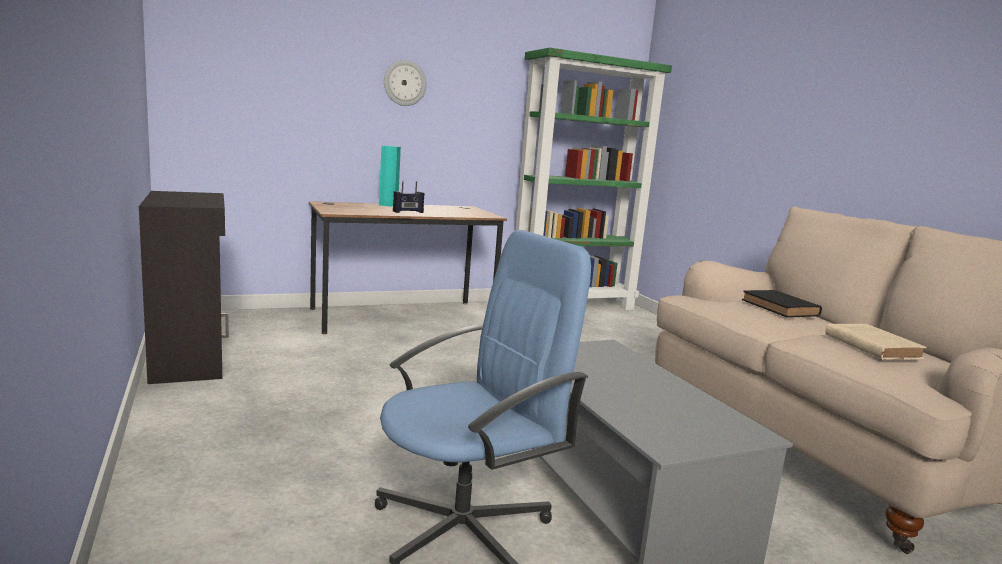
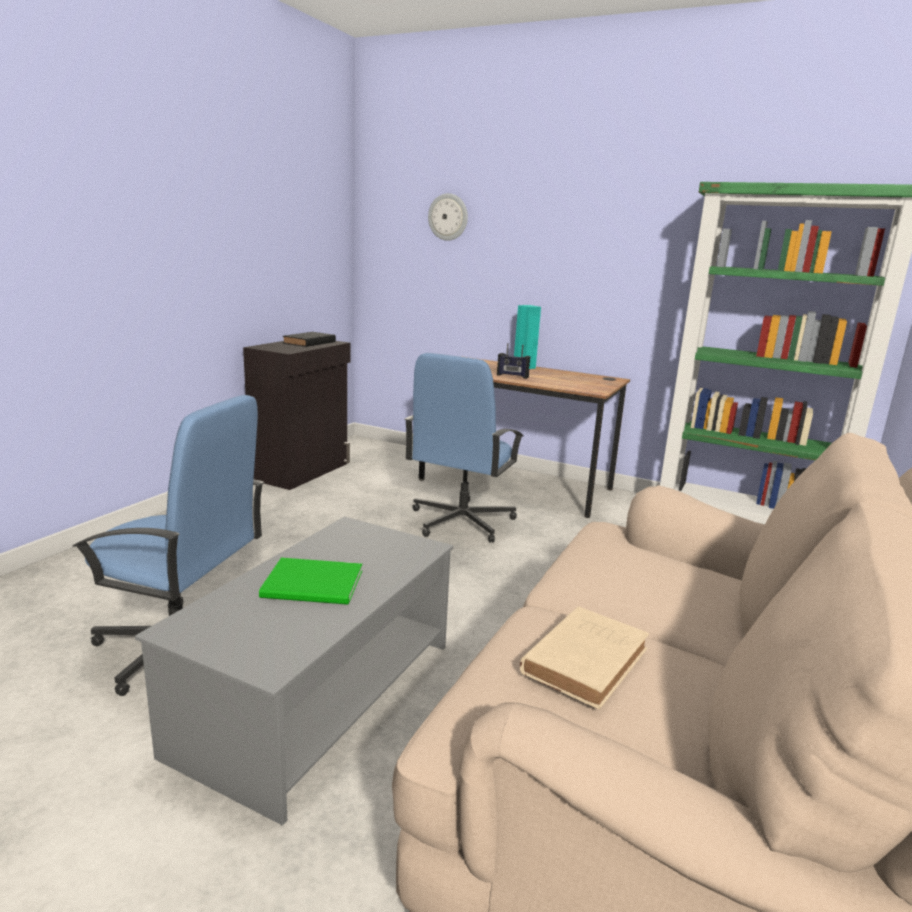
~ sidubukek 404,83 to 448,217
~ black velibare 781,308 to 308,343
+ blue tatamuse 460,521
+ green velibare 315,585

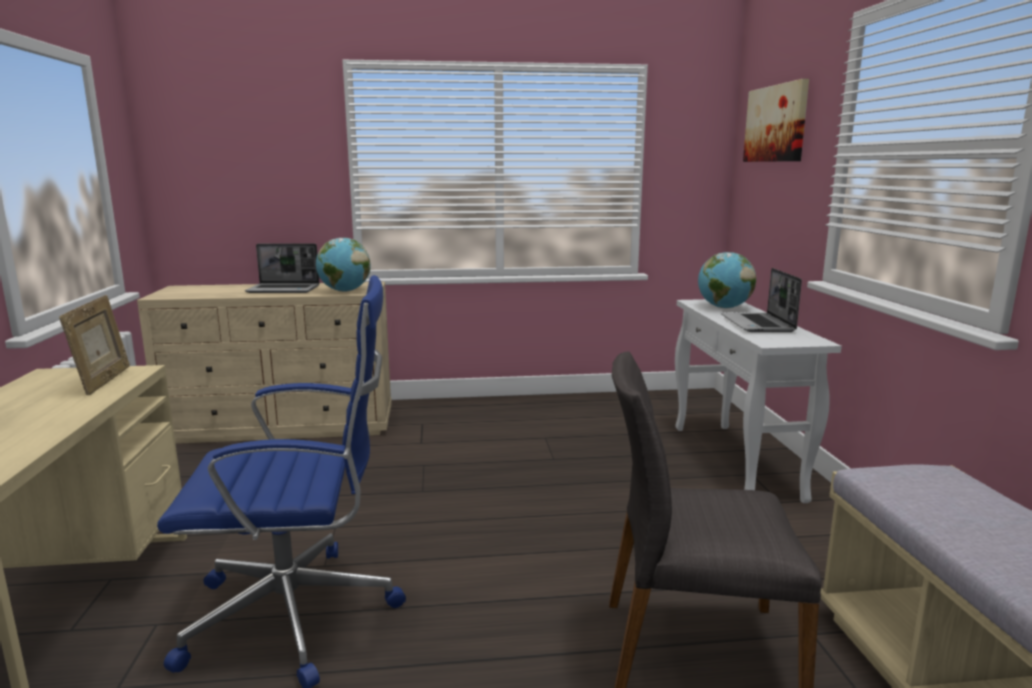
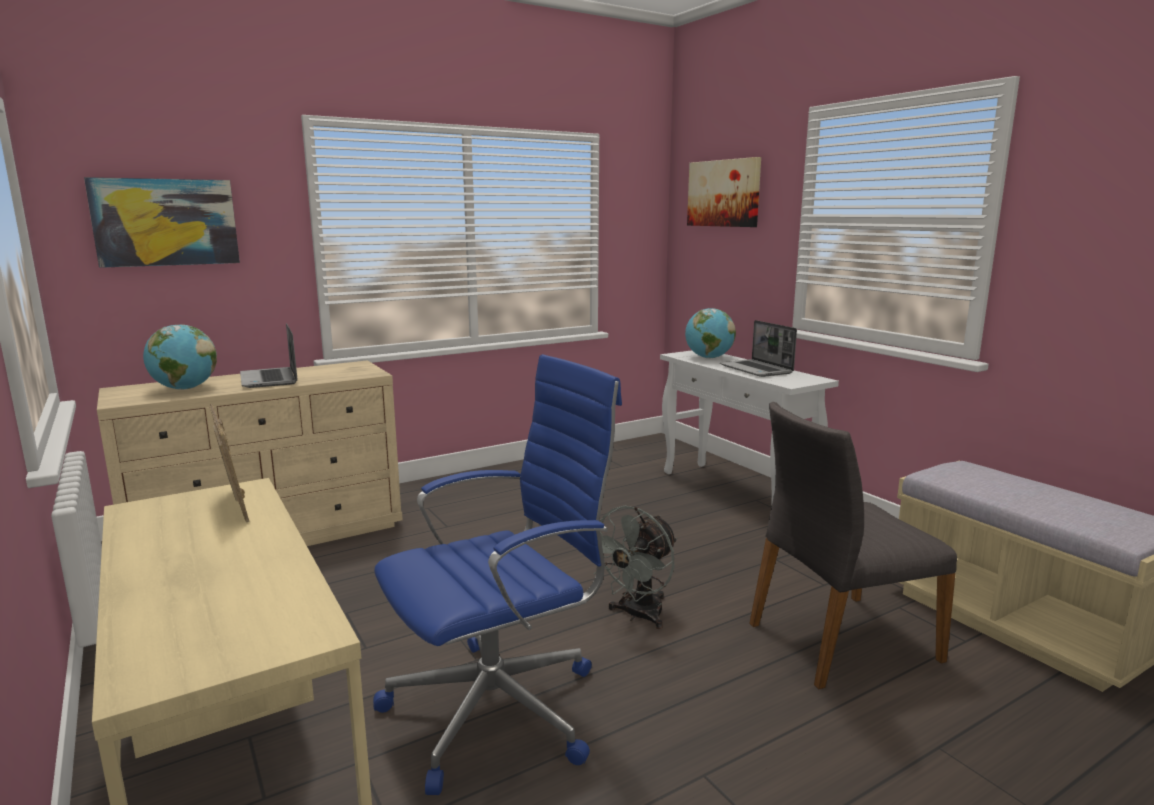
~ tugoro 344,291 to 184,389
~ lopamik 284,289 = 270,379 90 degrees clockwise
+ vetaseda 166,222
+ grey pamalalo 637,616

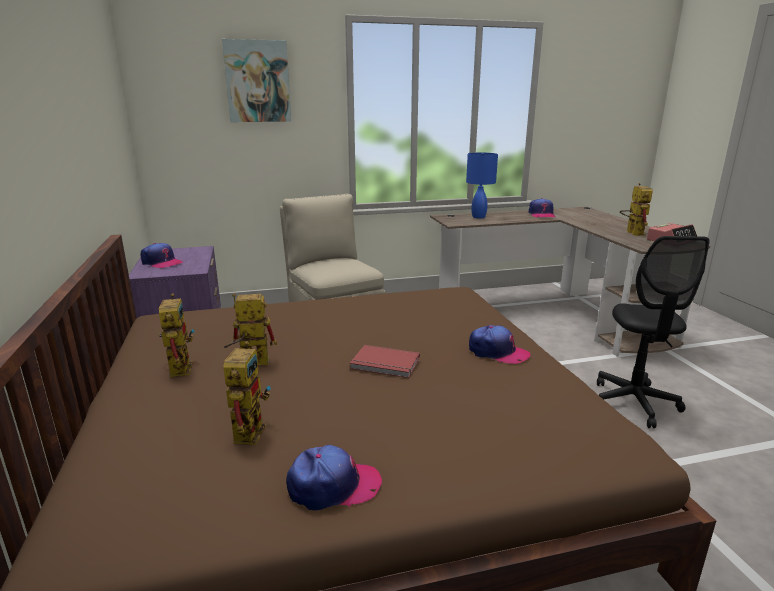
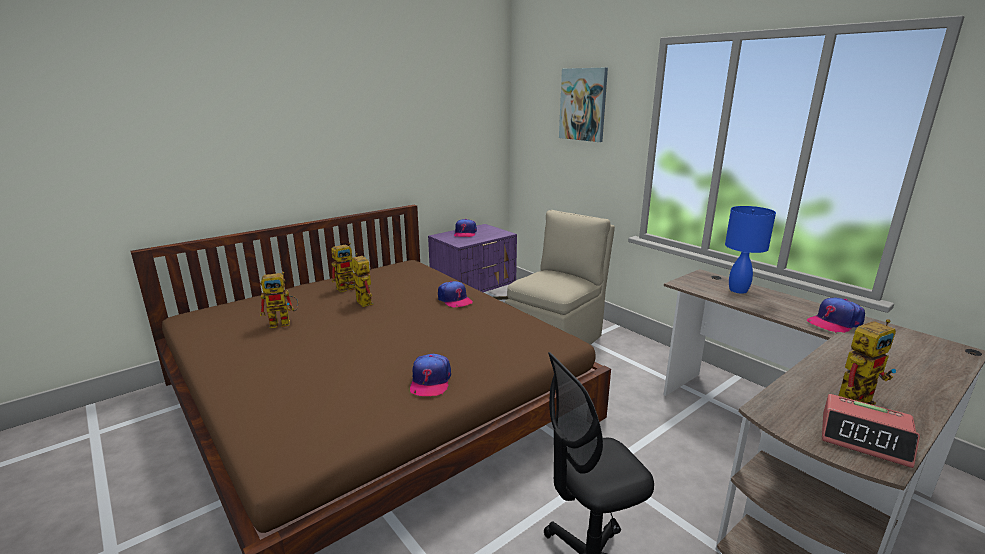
- red velibare 385,364
~ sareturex 333,486 to 454,300

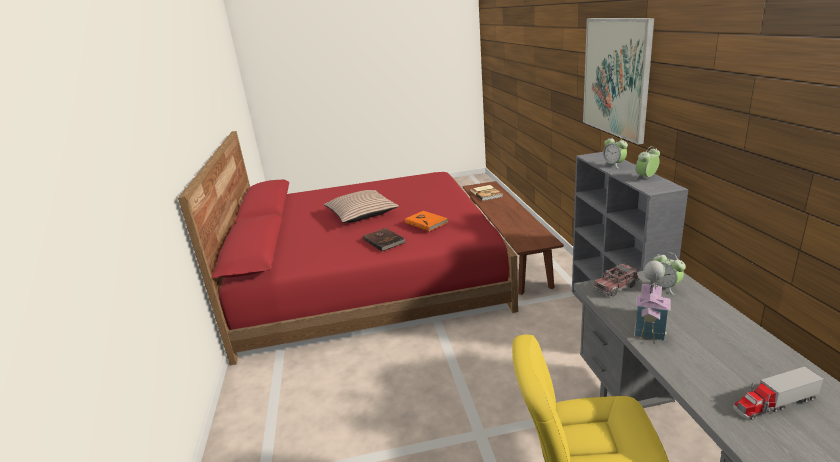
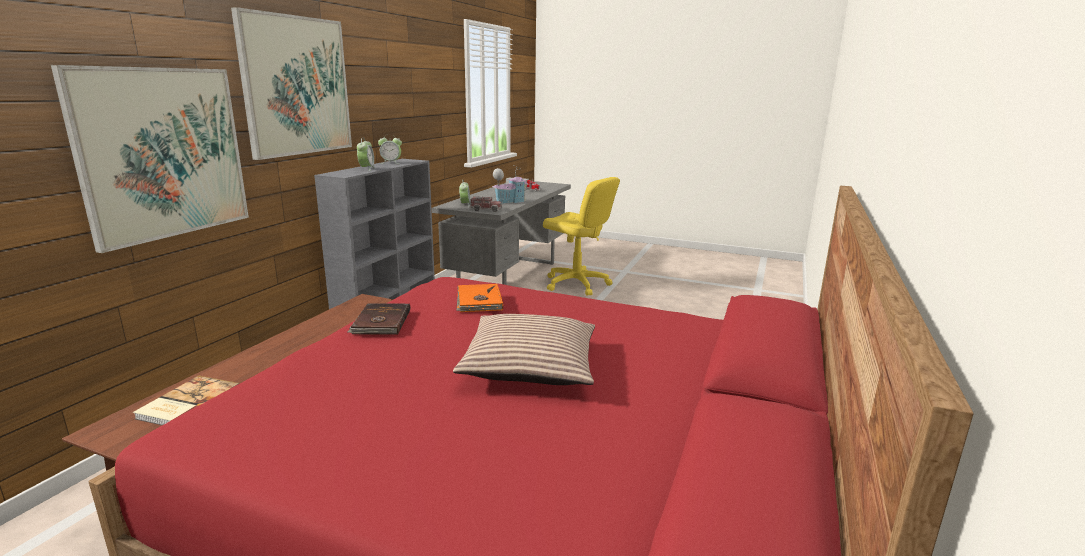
~ brown velibare 384,241 to 380,322
+ vetaseda 163,153

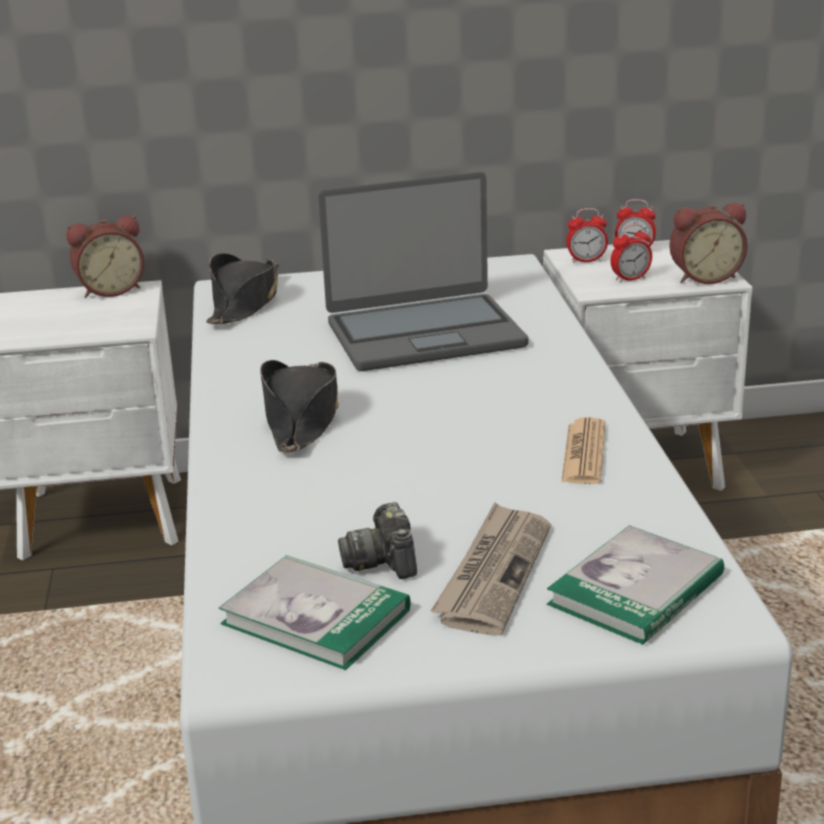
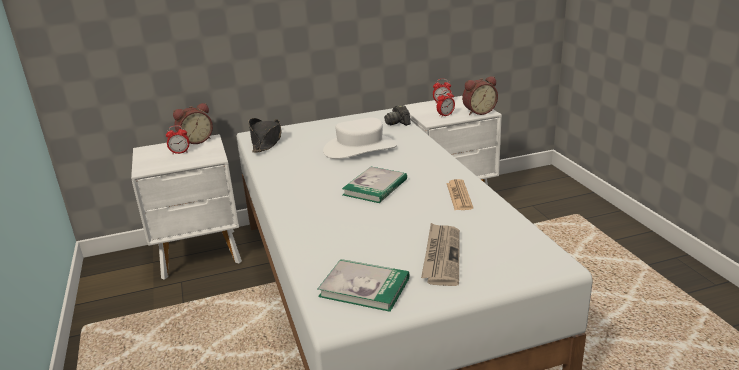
~ lopamik 424,334 to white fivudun 360,148
~ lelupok 586,261 to 180,152
- black fivudun 301,418
~ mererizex 383,561 to 398,122
~ velibare 636,590 to 375,187

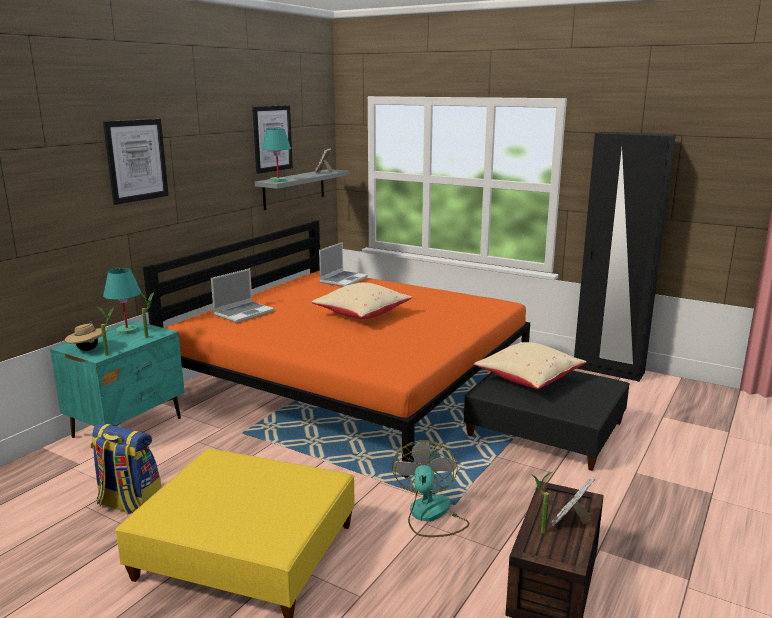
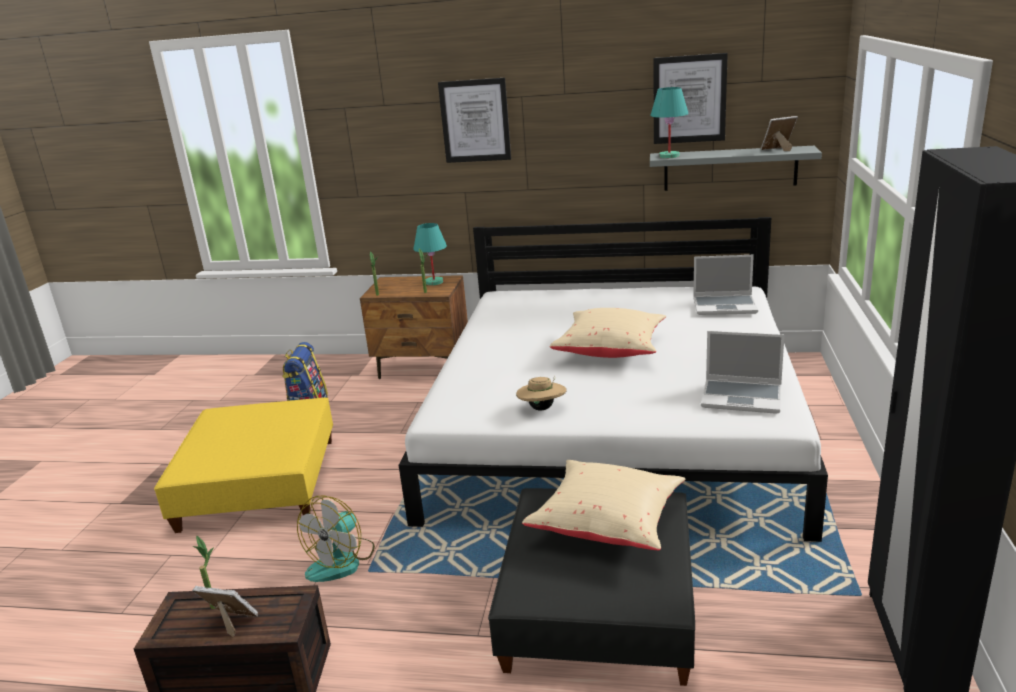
~ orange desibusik 352,379 to white desibusik 615,426
~ lopamik 244,313 to 742,397
~ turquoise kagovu 129,427 to brown kagovu 423,367
~ beige fivudun 88,349 to 542,408
~ pamalalo 430,516 = 342,561 135 degrees clockwise

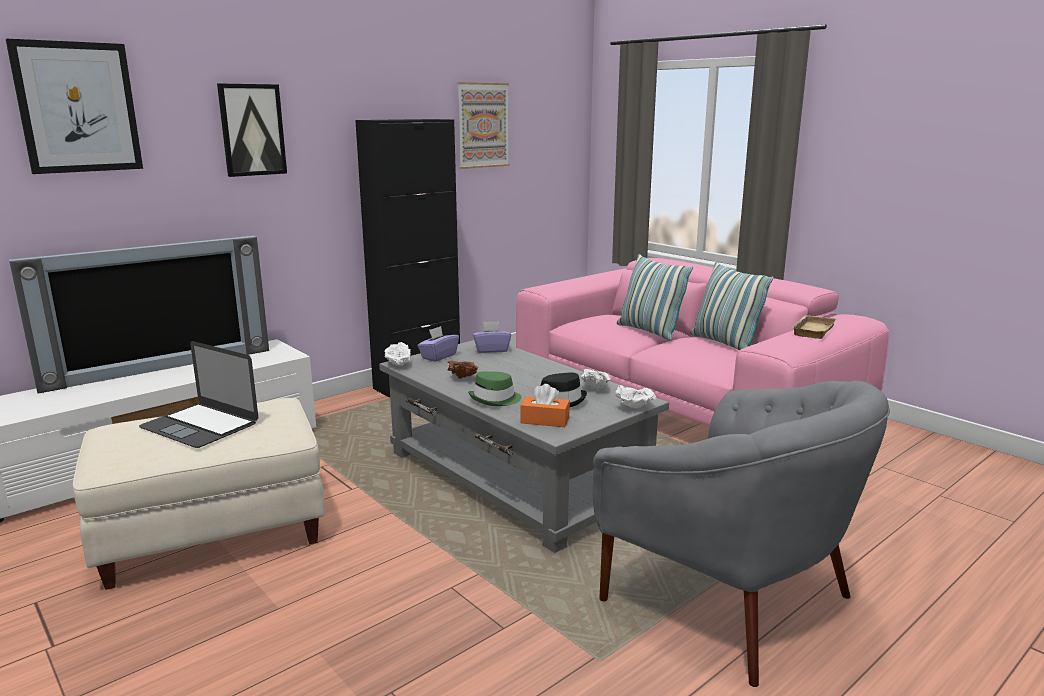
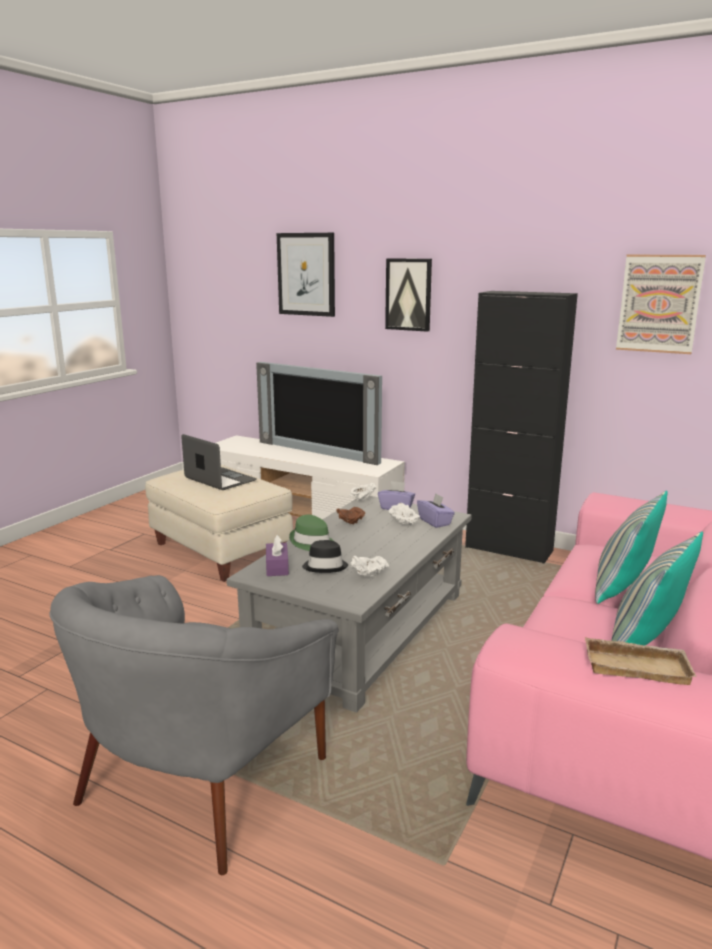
~ lopamik 200,425 = 220,479 120 degrees clockwise
~ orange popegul 545,420 to purple popegul 277,567
~ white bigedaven 634,408 to 403,524

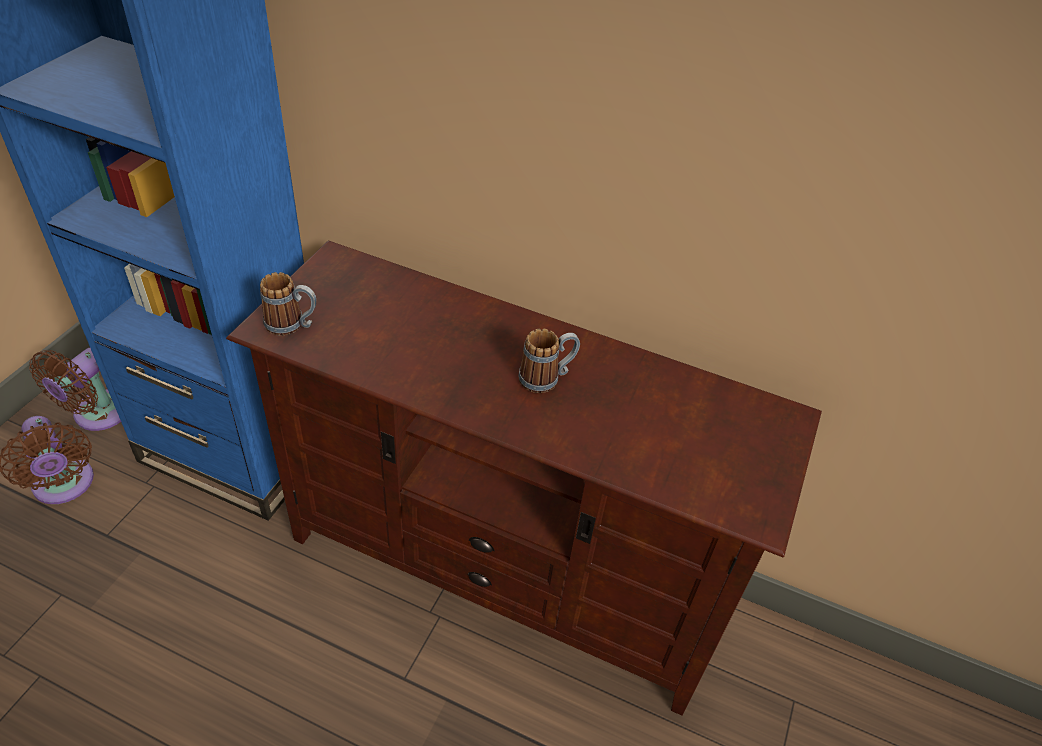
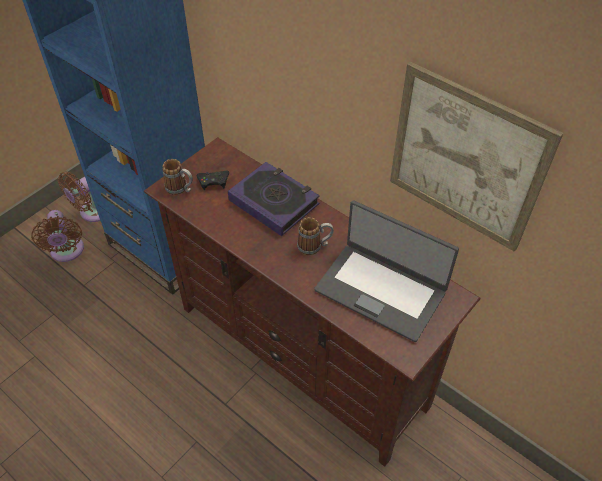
+ vetaseda 466,159
+ velibare 274,202
+ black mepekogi 213,181
+ lopamik 381,290

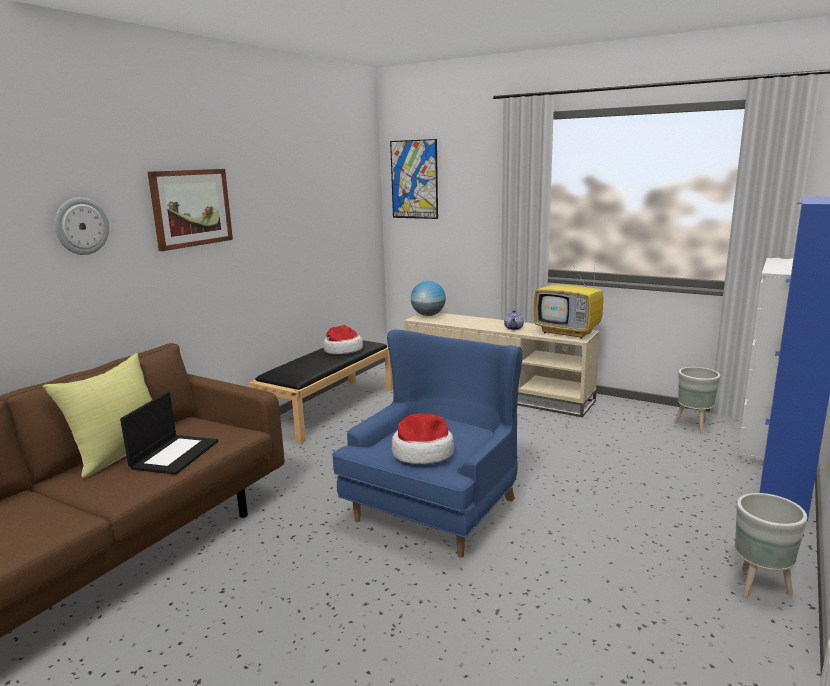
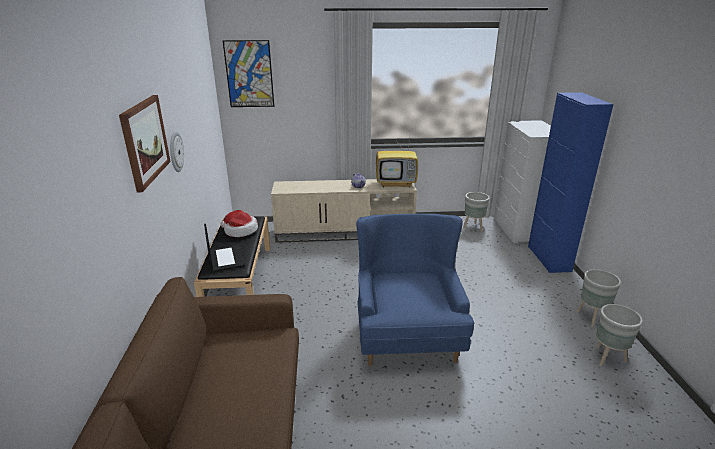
~ sidubukek 81,226 to 175,151
- tugoro 428,315
- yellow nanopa 121,452
~ lopamik 174,454 to 225,258
- fivudun 422,453
+ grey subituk 608,358

